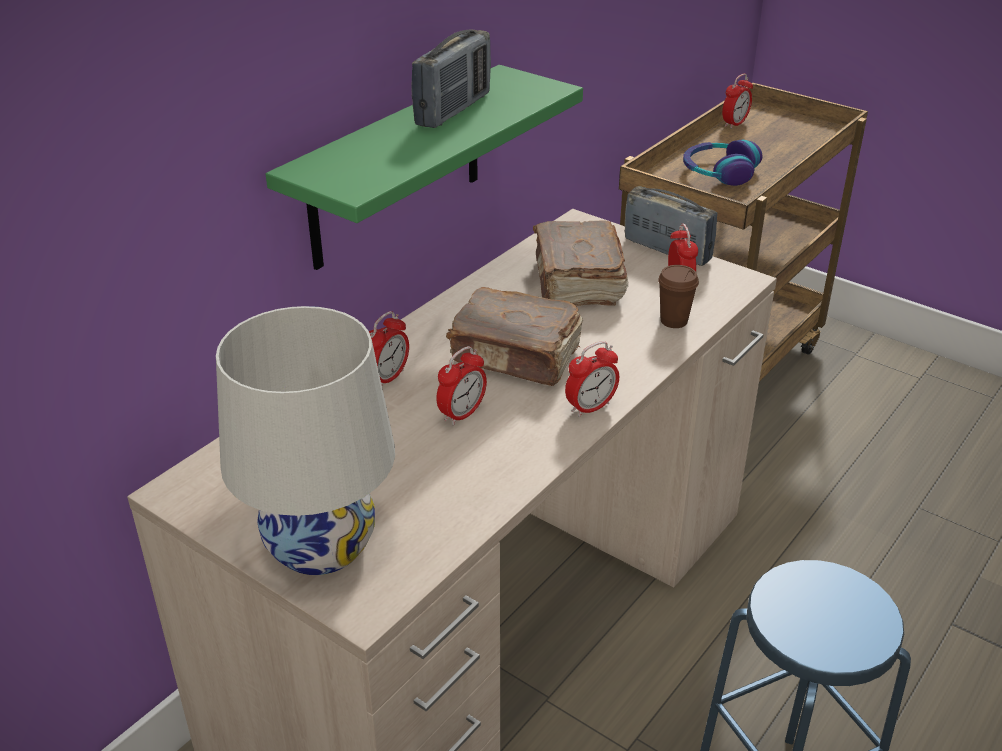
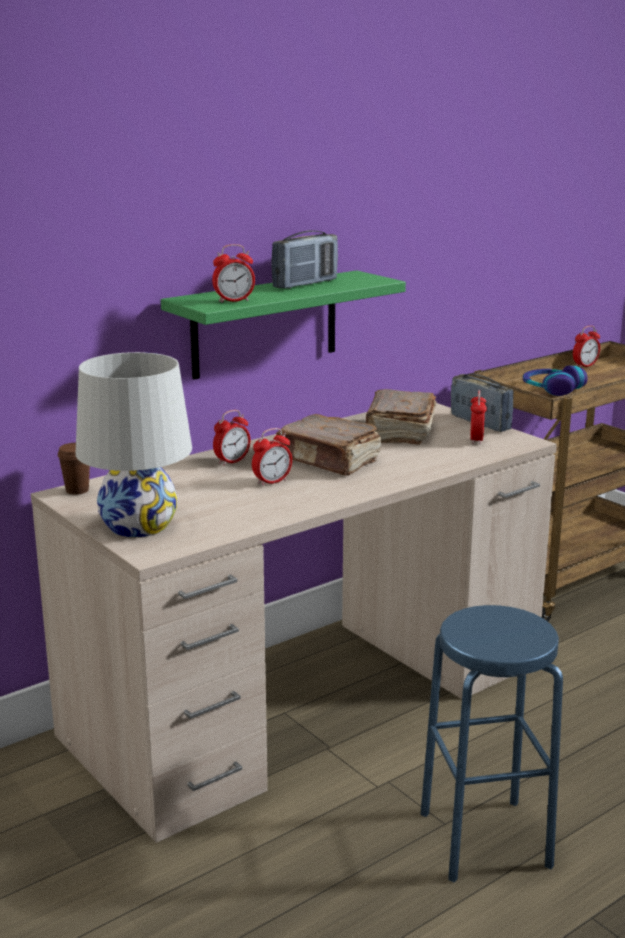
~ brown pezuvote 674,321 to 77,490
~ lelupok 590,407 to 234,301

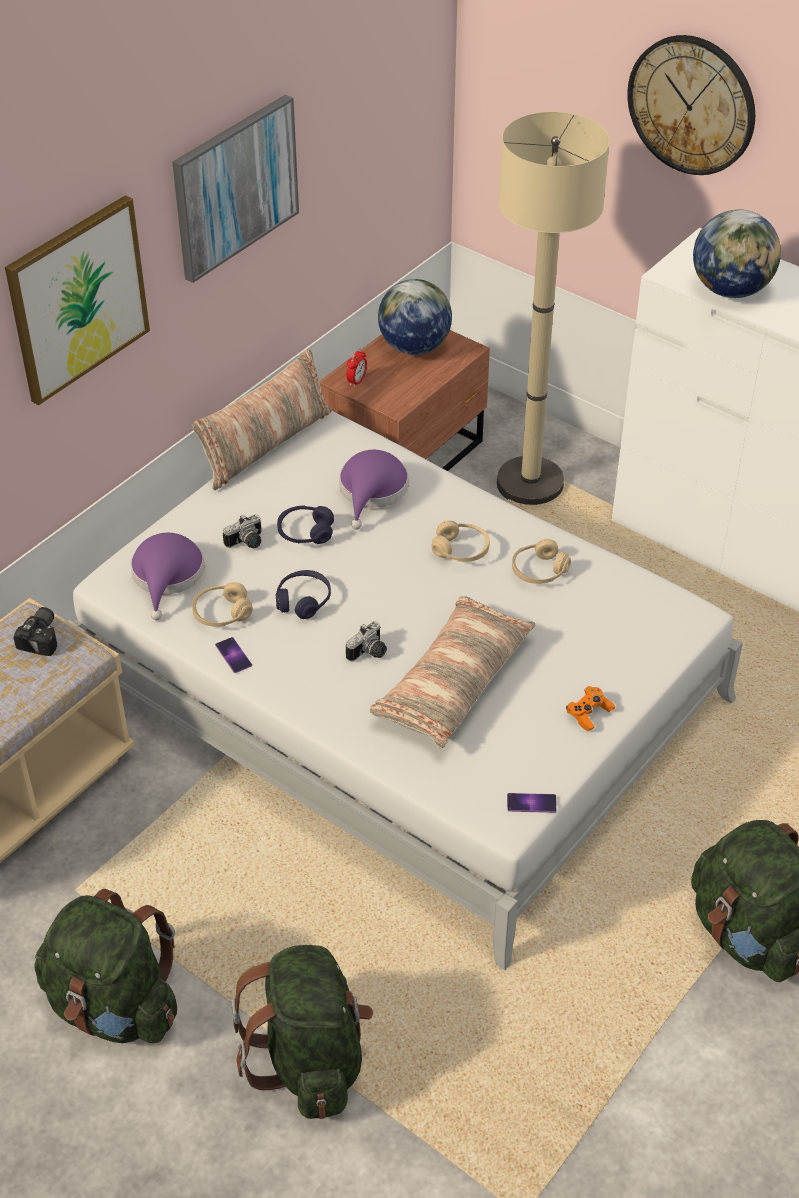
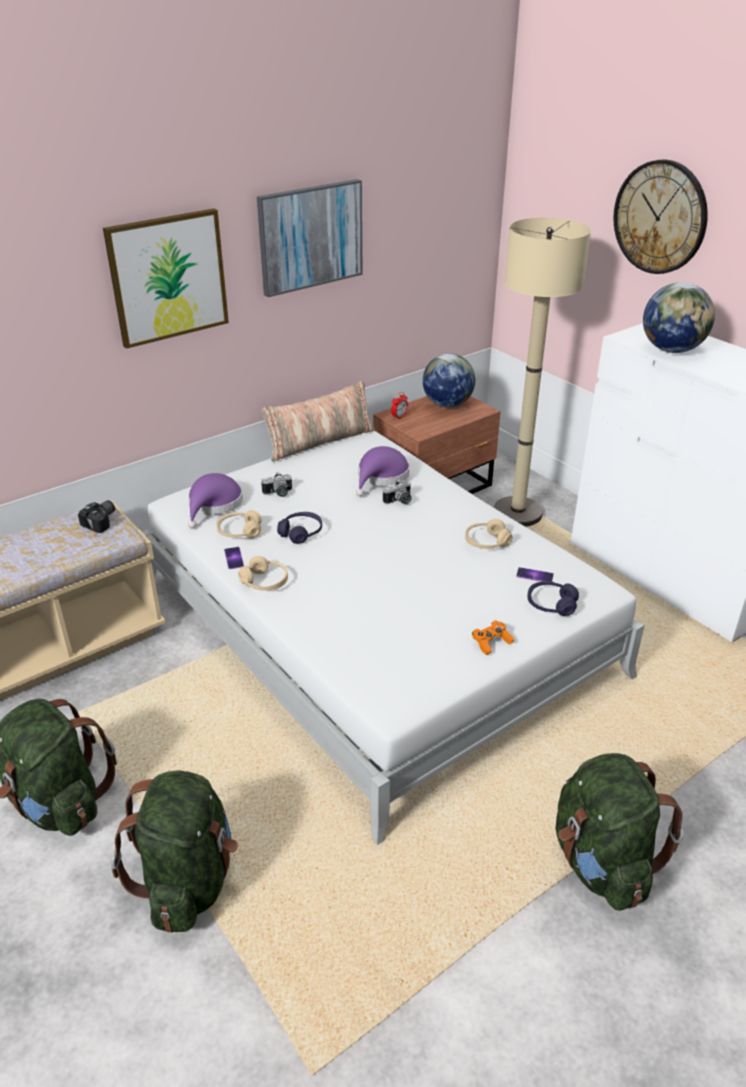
~ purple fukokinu 305,532 to 551,605
~ beige fukokinu 461,550 to 265,582
- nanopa 453,682
~ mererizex 369,653 to 400,501
~ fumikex 531,803 to 534,575

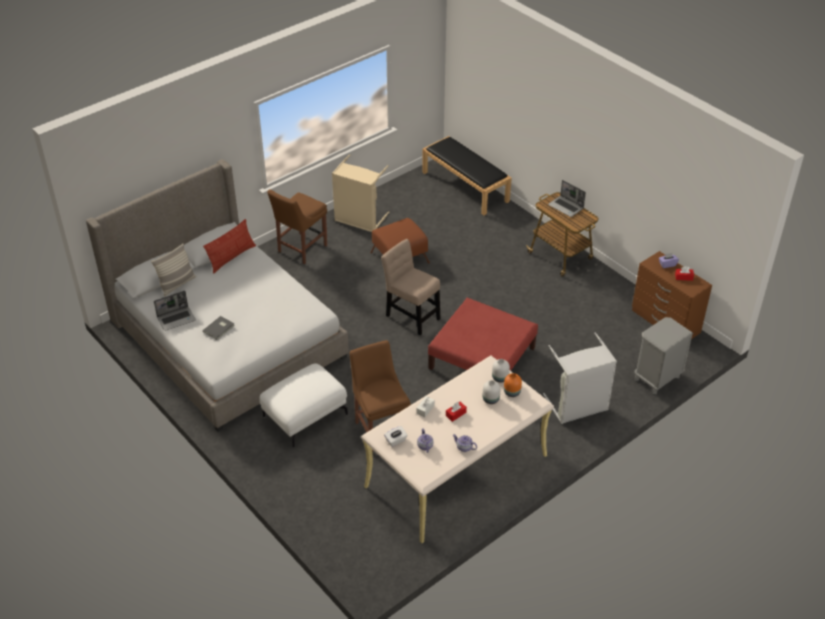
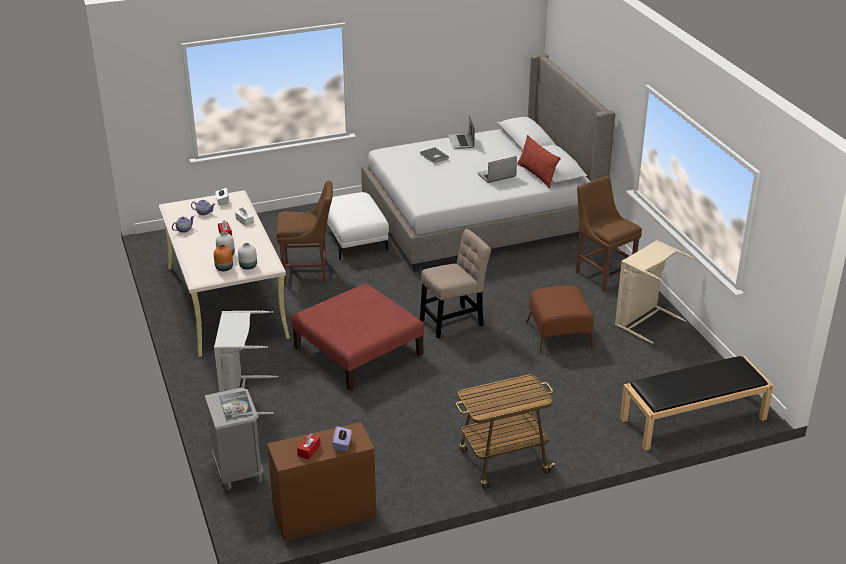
~ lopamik 566,207 to 496,176
- nanopa 177,284
+ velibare 236,406

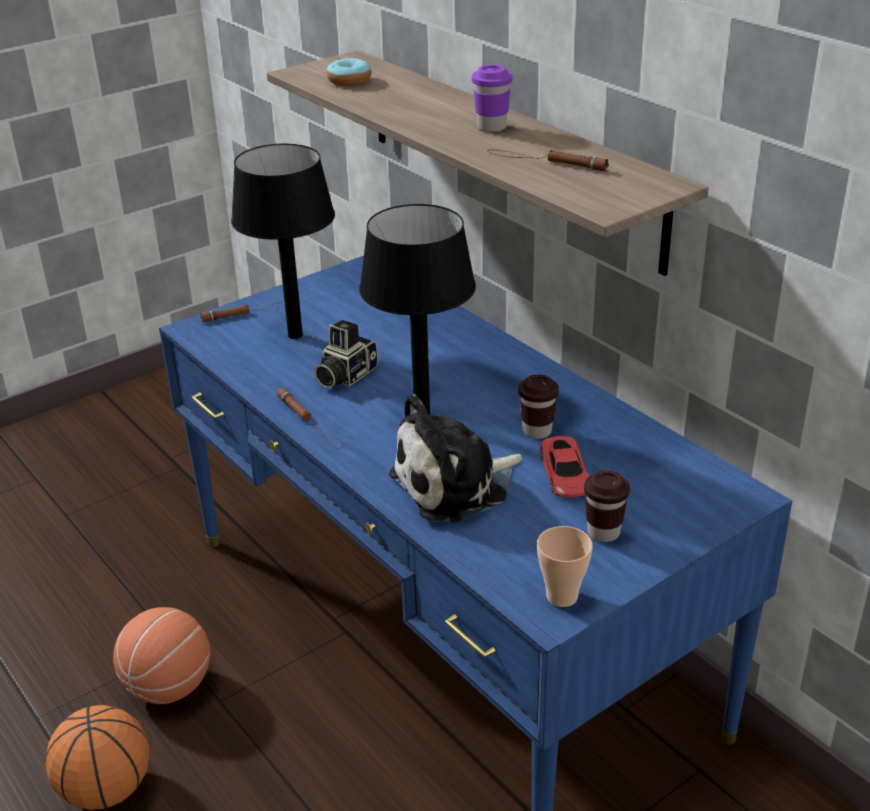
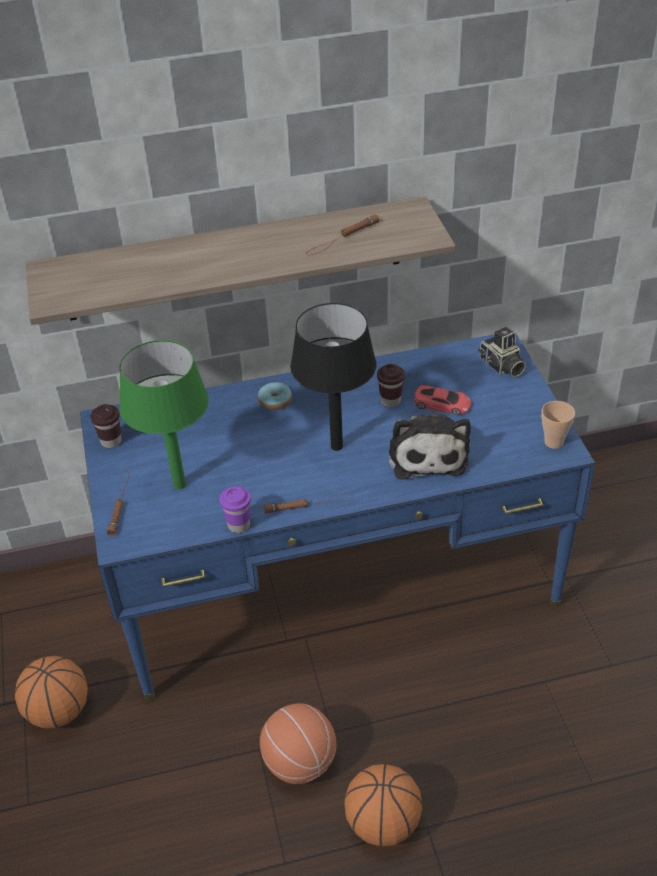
~ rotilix 349,81 to 275,401
~ purple pezuvote 491,127 to 238,525
~ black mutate 295,335 to green mutate 180,485
~ mererizex 344,375 to 501,366
~ brown pezuvote 603,532 to 111,441
+ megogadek 59,711

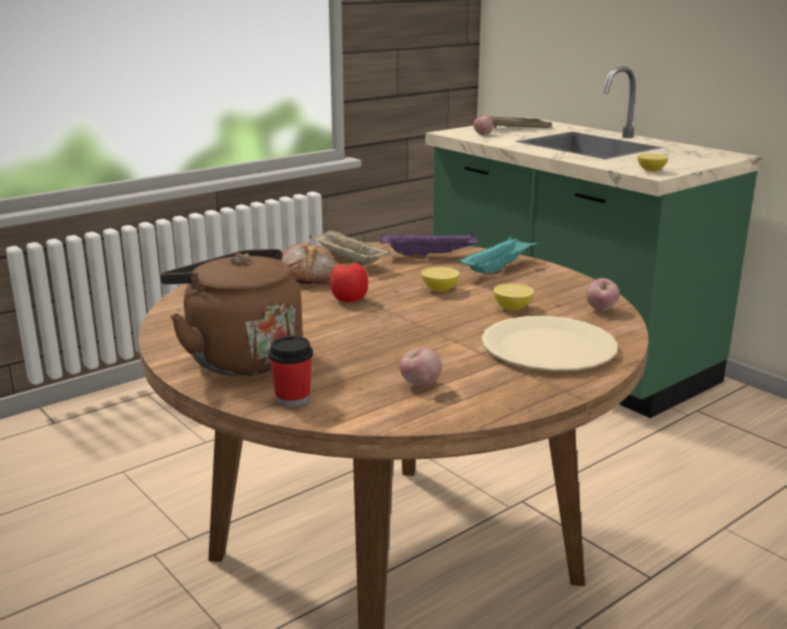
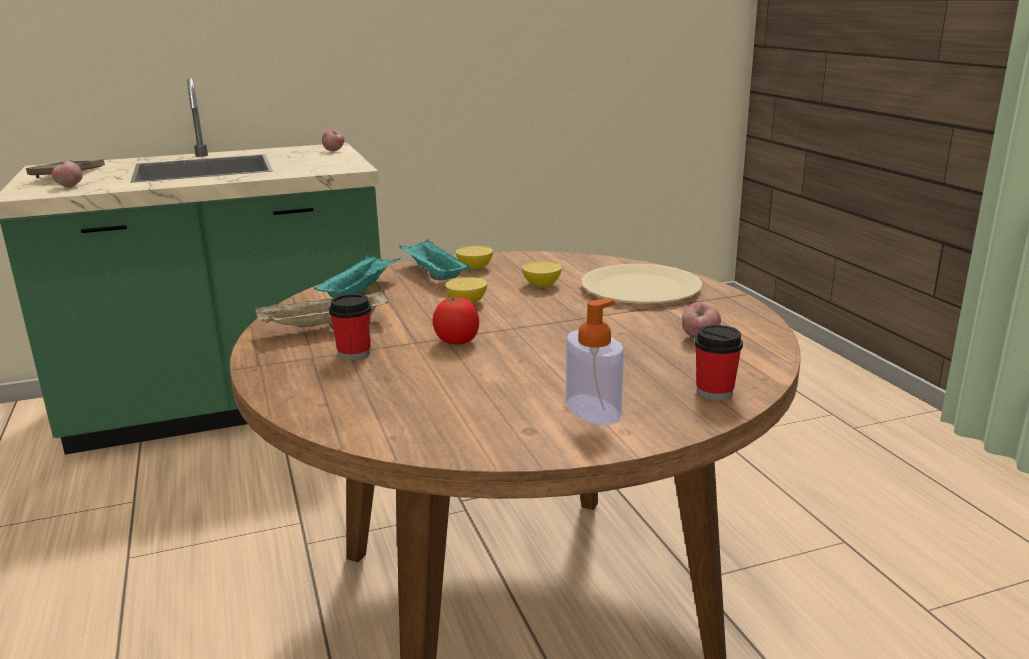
~ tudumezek 651,170 to 475,267
~ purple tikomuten 430,256 to turquoise tikomuten 360,292
~ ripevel 306,277 to pezuvote 354,354
~ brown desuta 239,358 to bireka 593,410
~ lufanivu 601,310 to 334,151

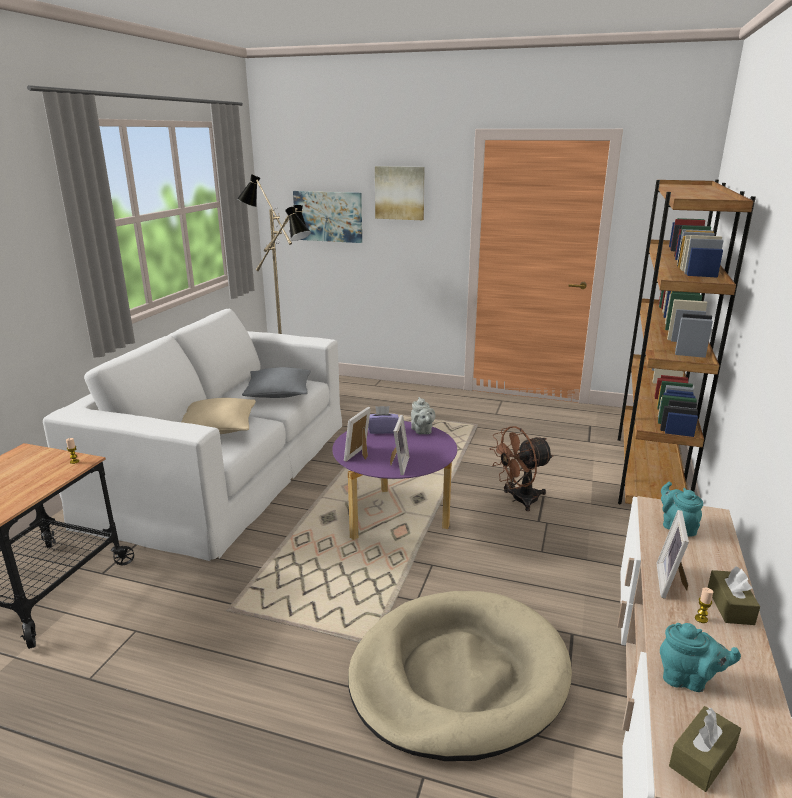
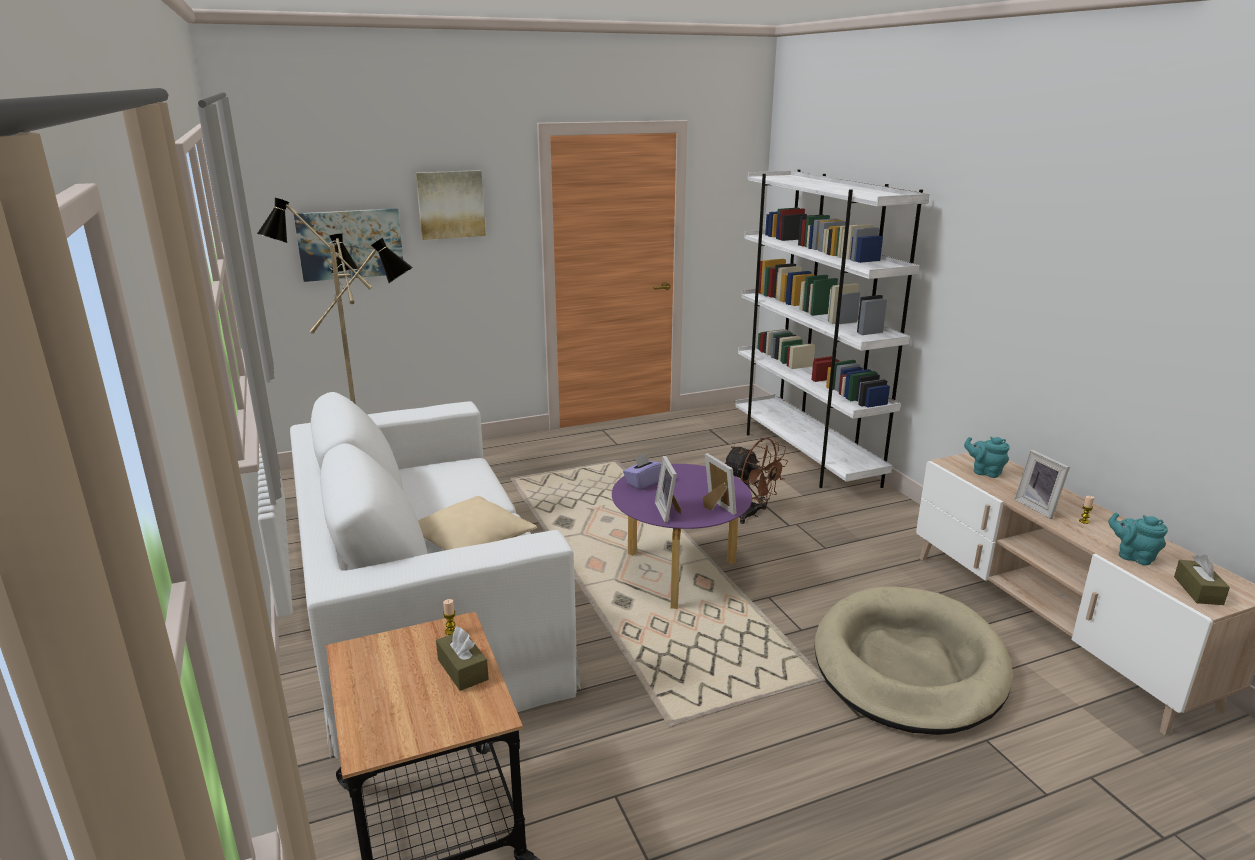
~ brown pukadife 648,473 to white pukadife 805,455
- grey nanopa 278,393
- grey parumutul 422,431
~ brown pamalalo 519,500 = 750,514 75 degrees counterclockwise
~ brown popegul 730,606 to 462,669
~ turquoise parumutul 688,679 = 1133,556 120 degrees counterclockwise

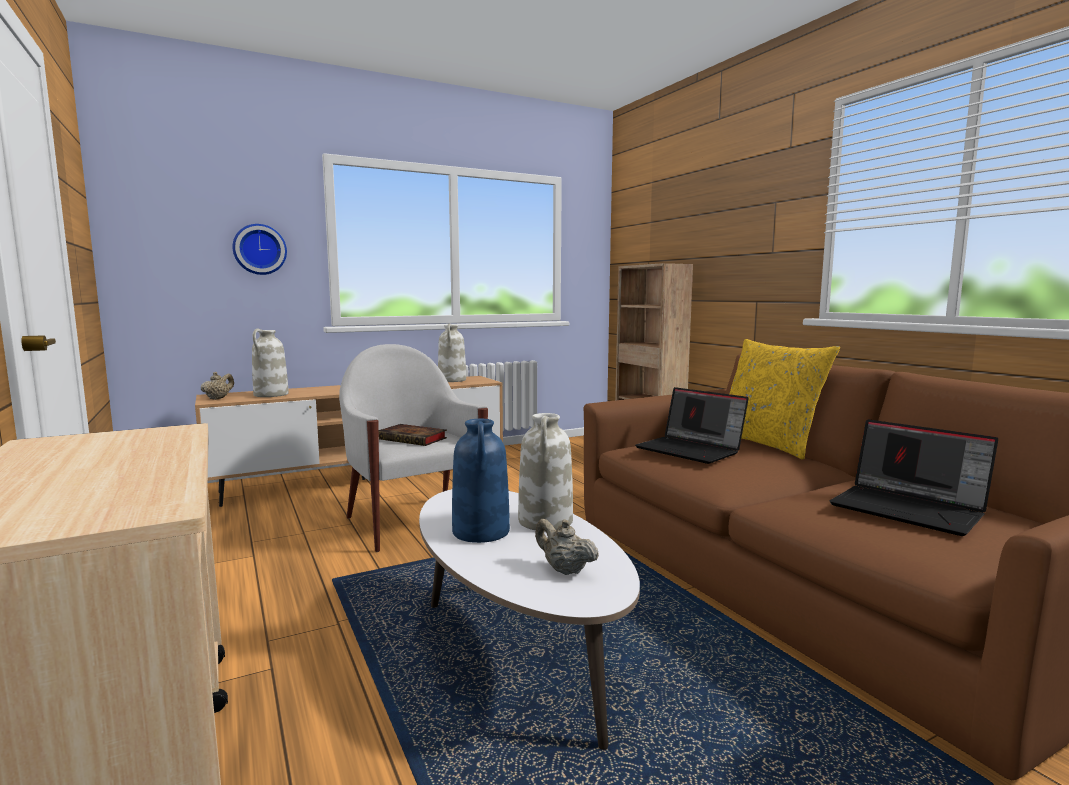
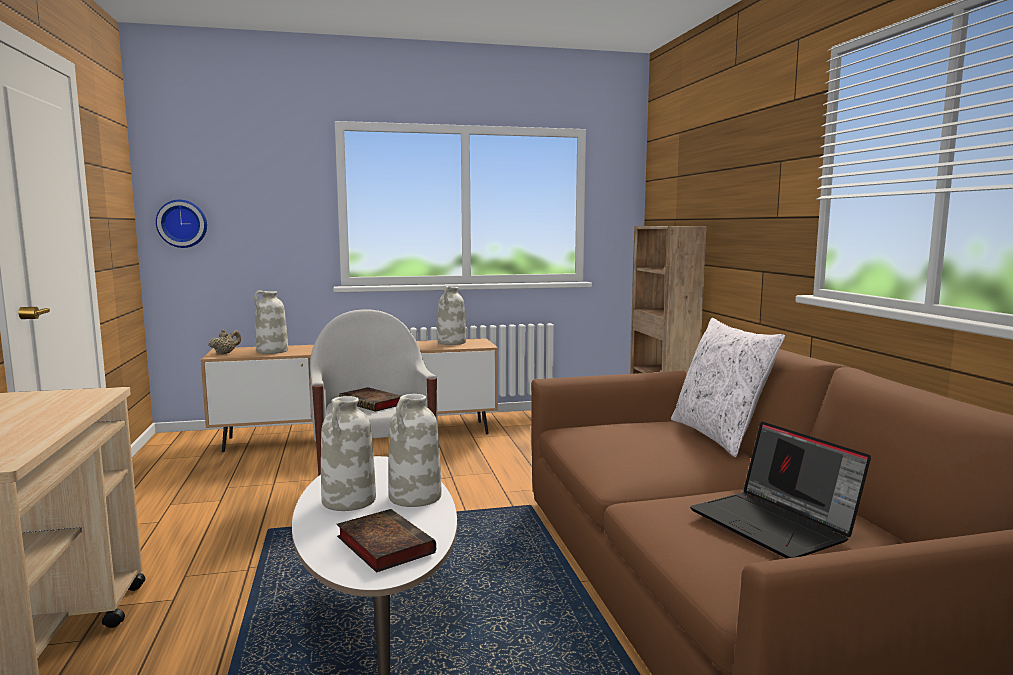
~ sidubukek 259,249 to 182,223
~ yellow nanopa 768,444 to white nanopa 719,436
- lopamik 691,450
~ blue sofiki 481,532 to white sofiki 349,501
~ beige parumutul 564,570 to velibare 382,545

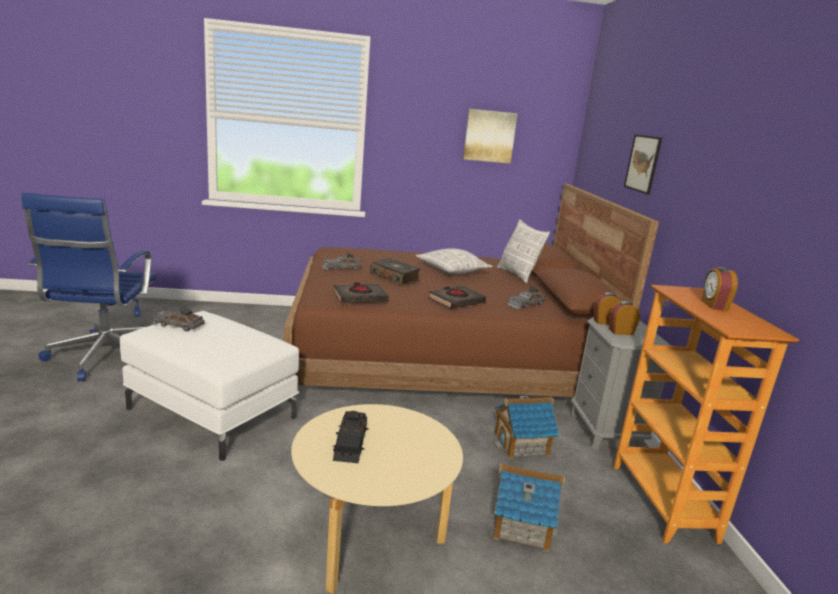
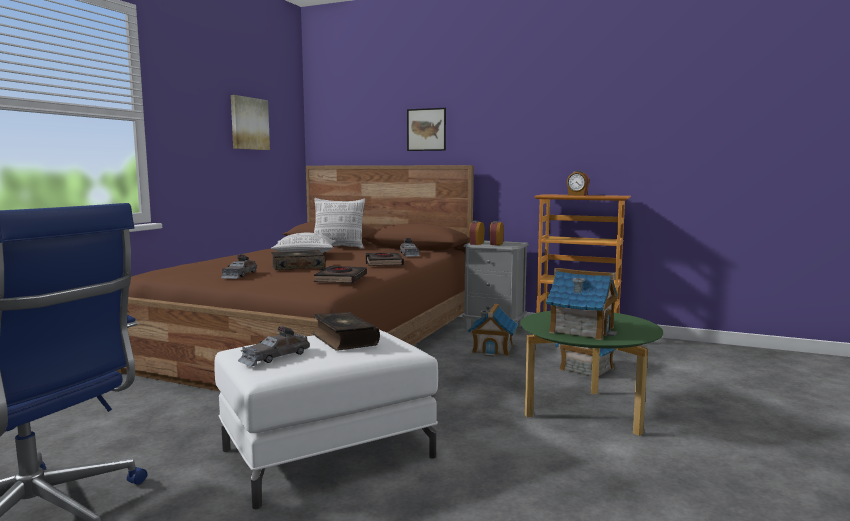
~ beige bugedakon 371,539 to green bugedakon 585,412
~ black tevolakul 350,442 to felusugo 581,330
+ velibare 343,340

